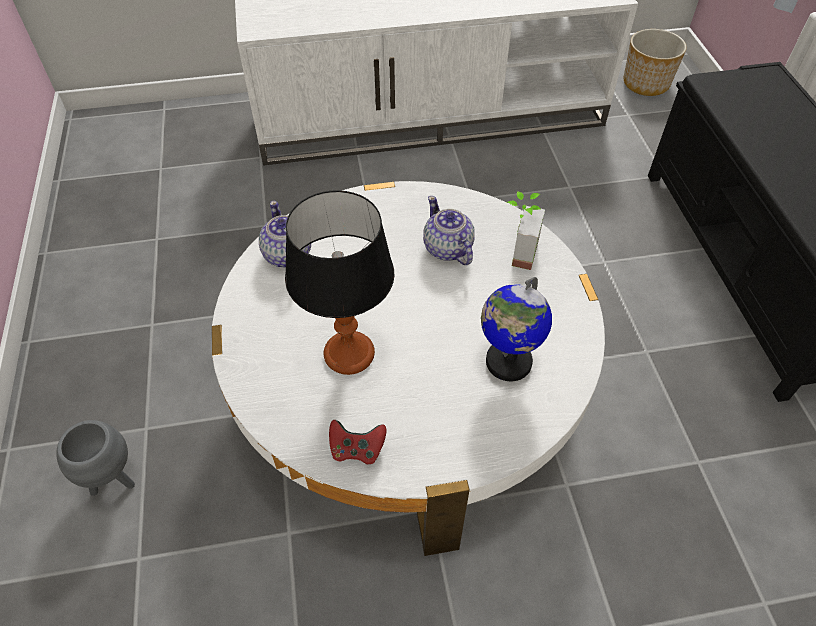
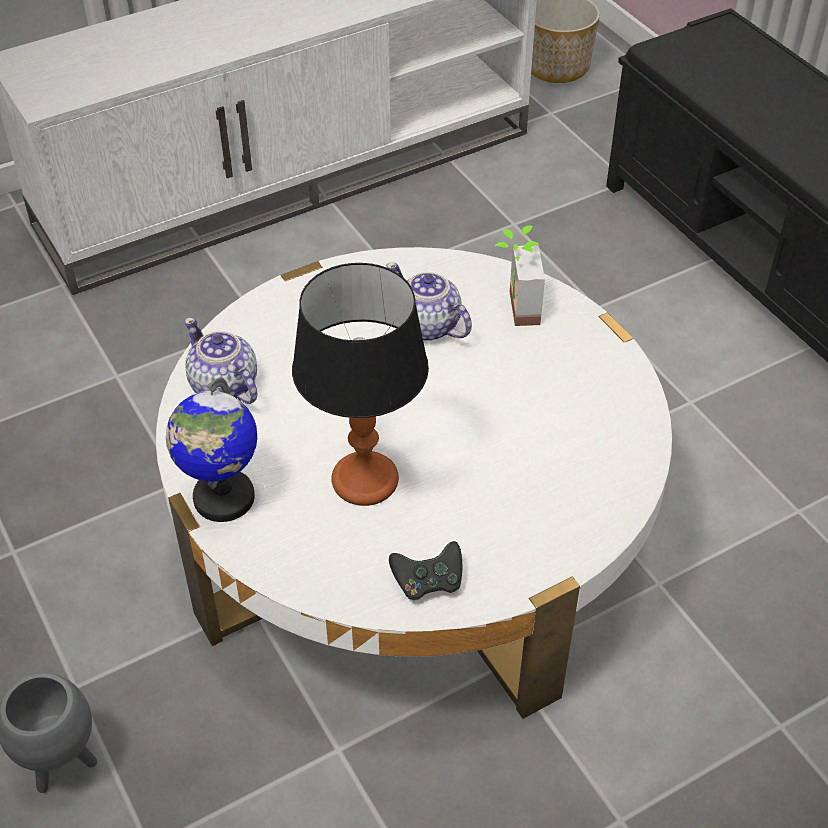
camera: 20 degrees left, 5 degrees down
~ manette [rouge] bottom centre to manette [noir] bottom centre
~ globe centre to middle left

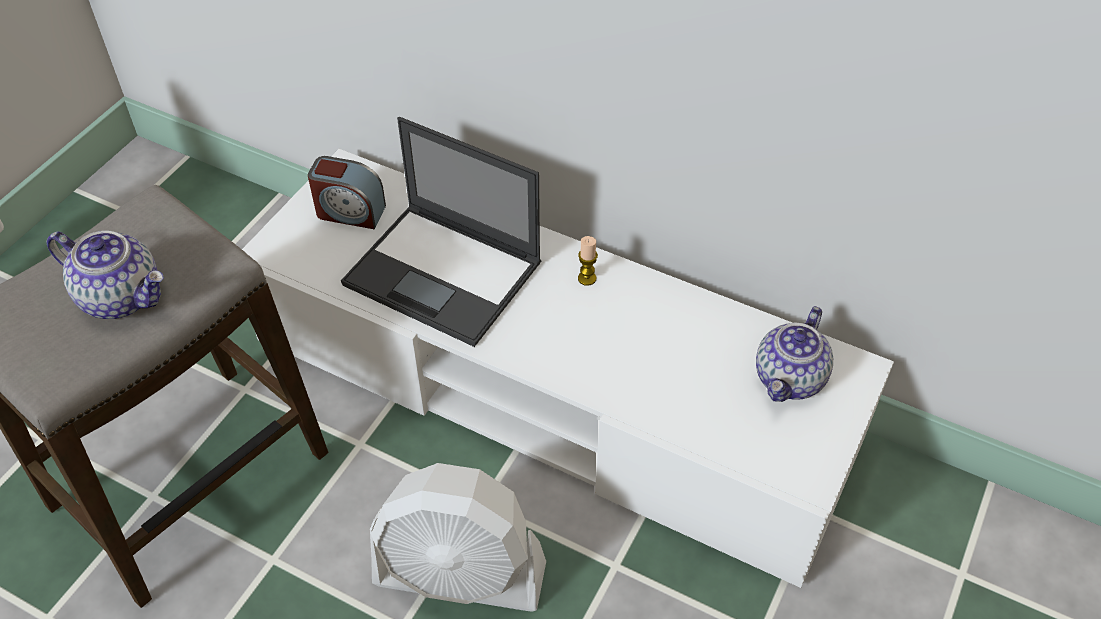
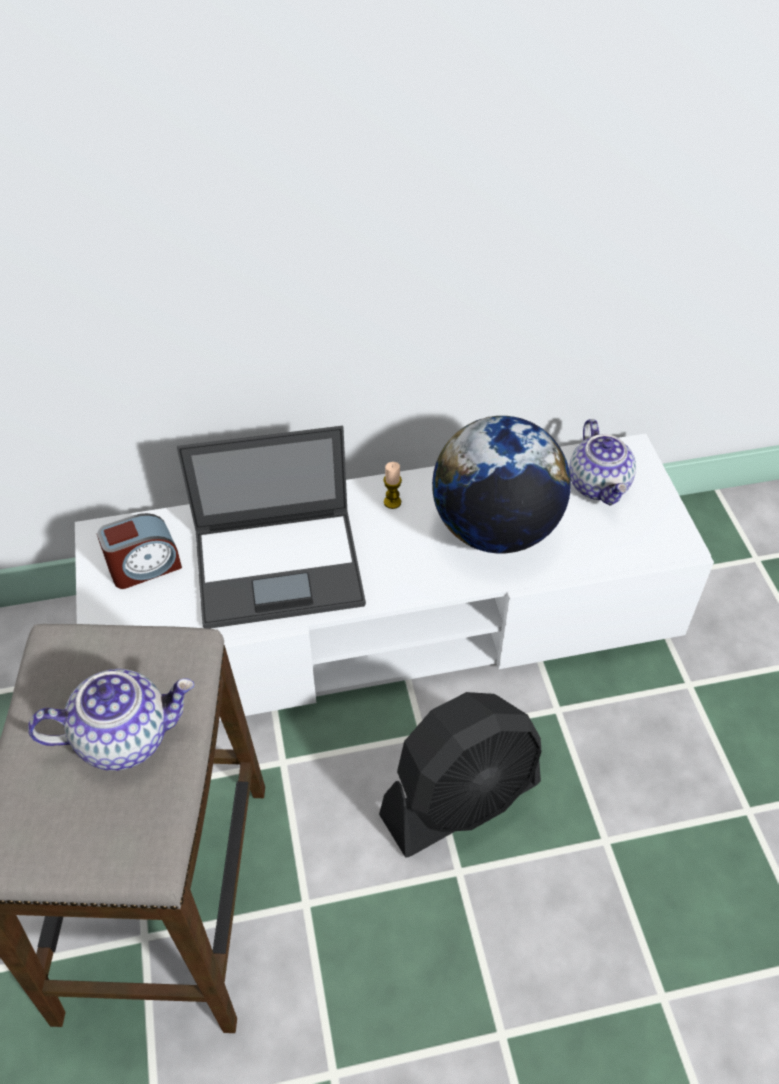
camera: 40 degrees left, 0 degrees up
~ ventilateur [blanc] bottom centre to ventilateur [noir] bottom centre
+ globe centre

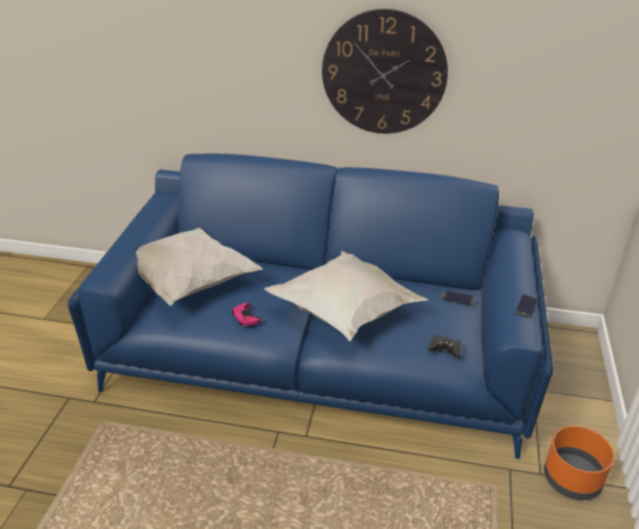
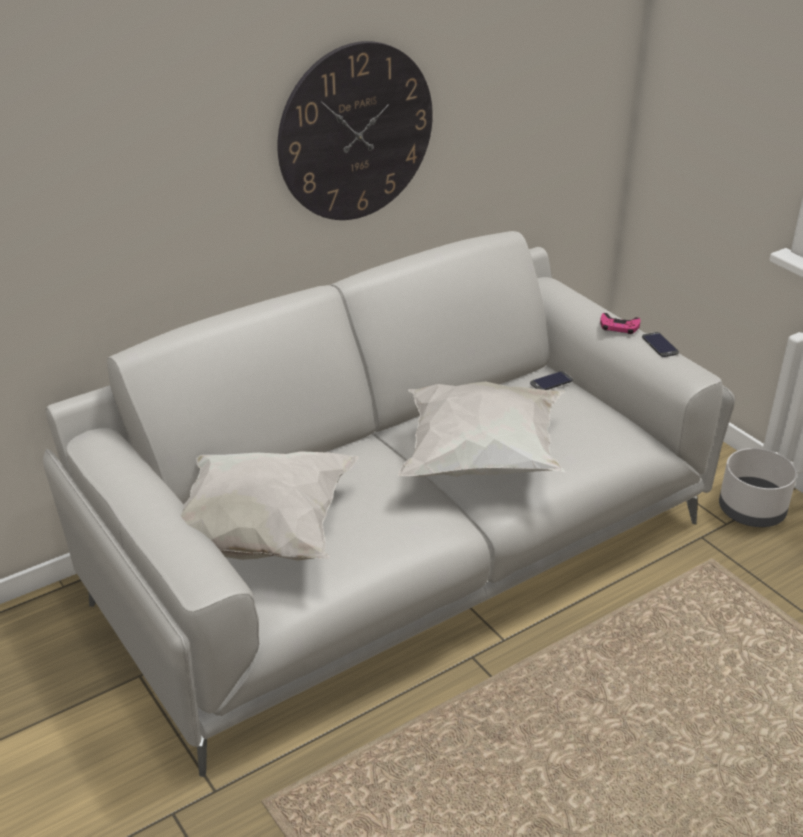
camera: 45 degrees left, 0 degrees up
~ canapé [bleu] centre to canapé [gris] centre
~ manette [rose] centre to middle right
- manette [noir] middle right
~ cache-pot [orange] bottom right to cache-pot [gris] middle right

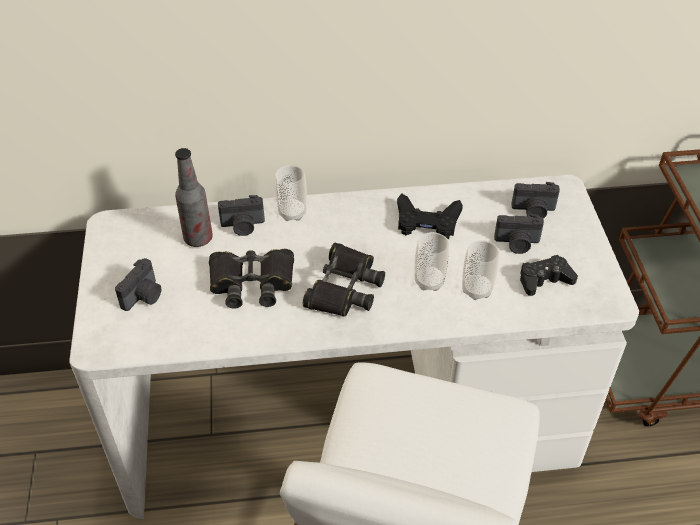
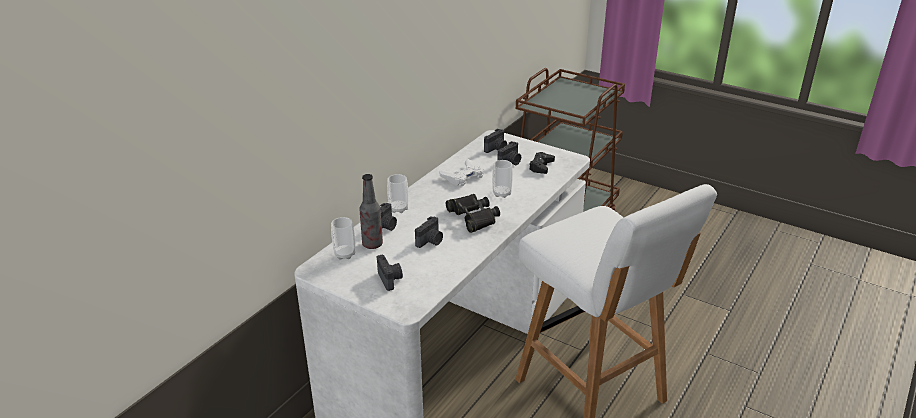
camera: 50 degrees left, 15 degrees down
~ jumelles [noir] (no. 1 from left) centre to appareil photo (no. 3 from left) centre
~ manette [noir] (no. 1 from left) centre to manette [blanc] centre
~ tasse (no. 3 from left in the first image) middle right to tasse (no. 1 from left) centre

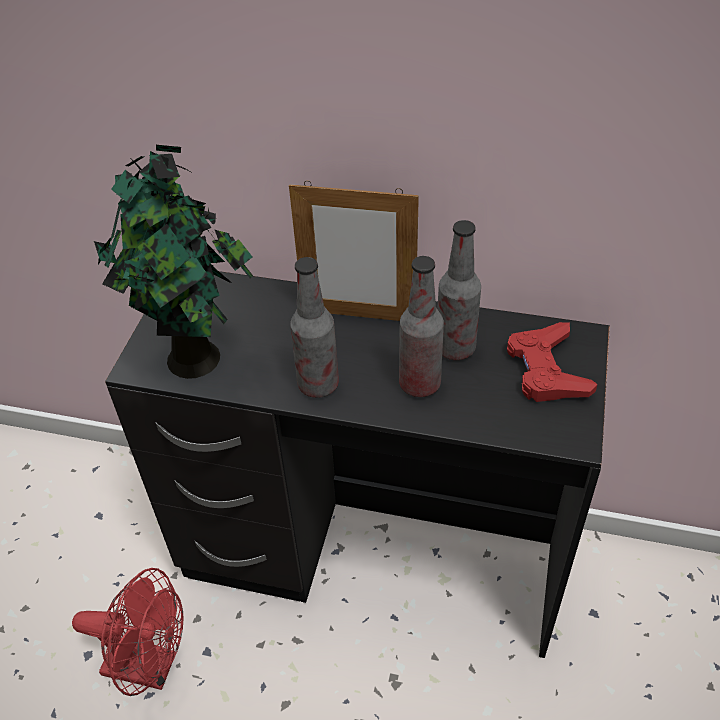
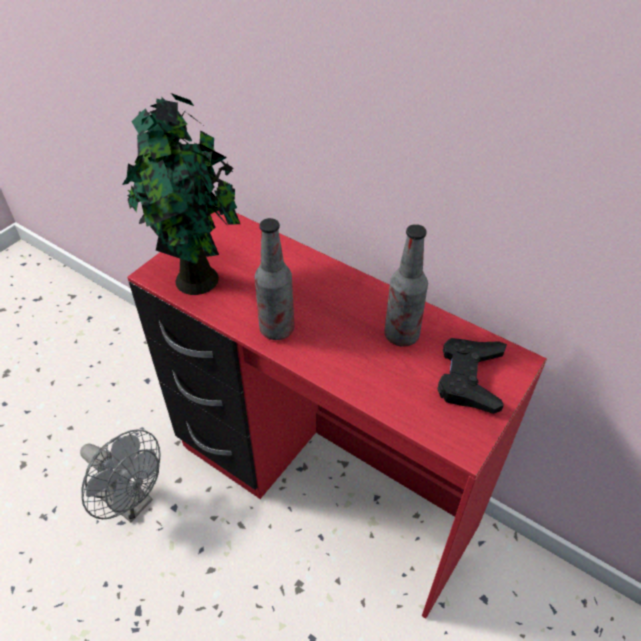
camera: 20 degrees right, 0 degrees up
~ ventilateur [rouge] bottom left to ventilateur [gris] bottom left
~ bureau [noir] centre to bureau [rouge] centre
- cadre photo centre
- bouteille (no. 2 from left) centre
~ manette [rouge] middle right to manette [noir] middle right

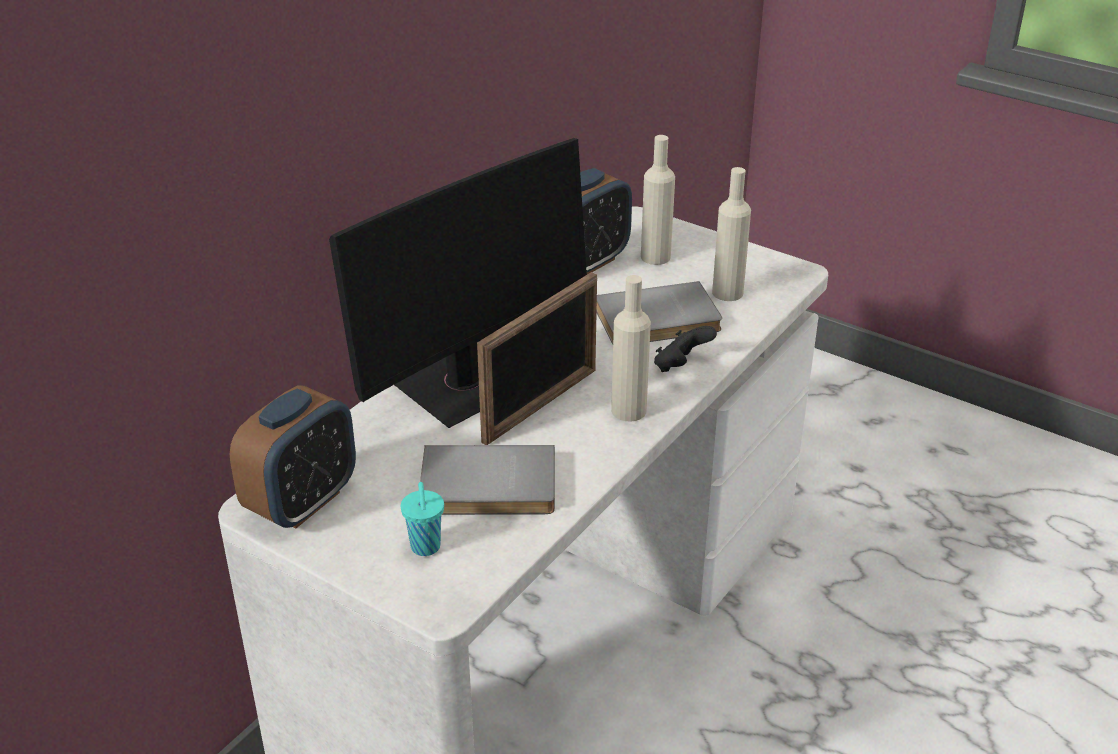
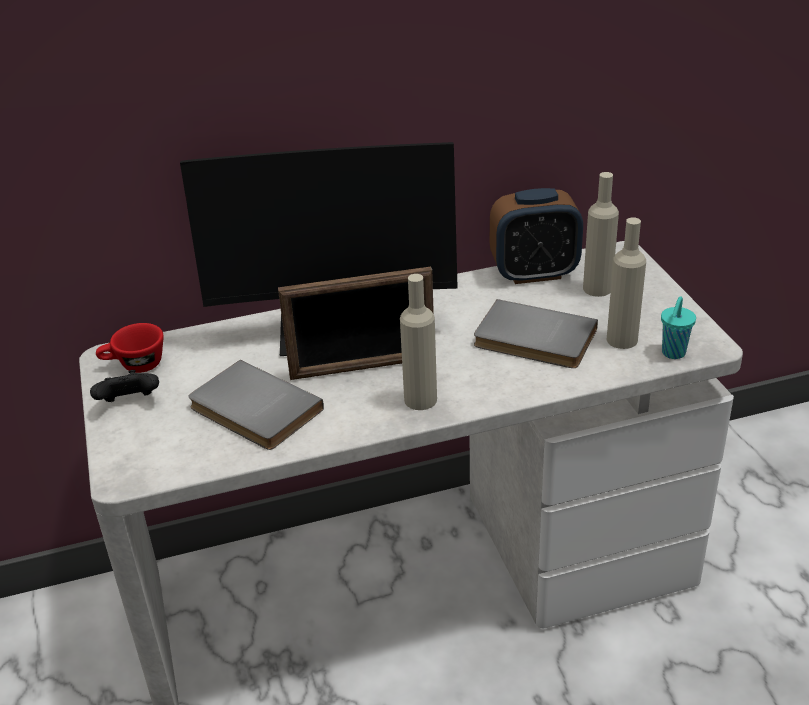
camera: 40 degrees right, 0 degrees up
~ réveil (no. 1 from left) middle left to tasse [rouge] middle left
~ tasse [turquoise] bottom centre to middle right
~ manette [noir] centre to middle left

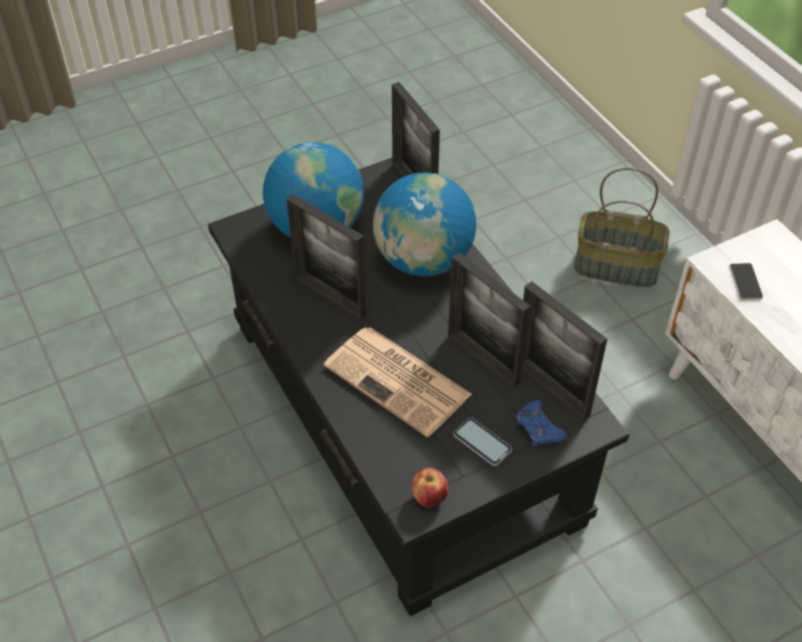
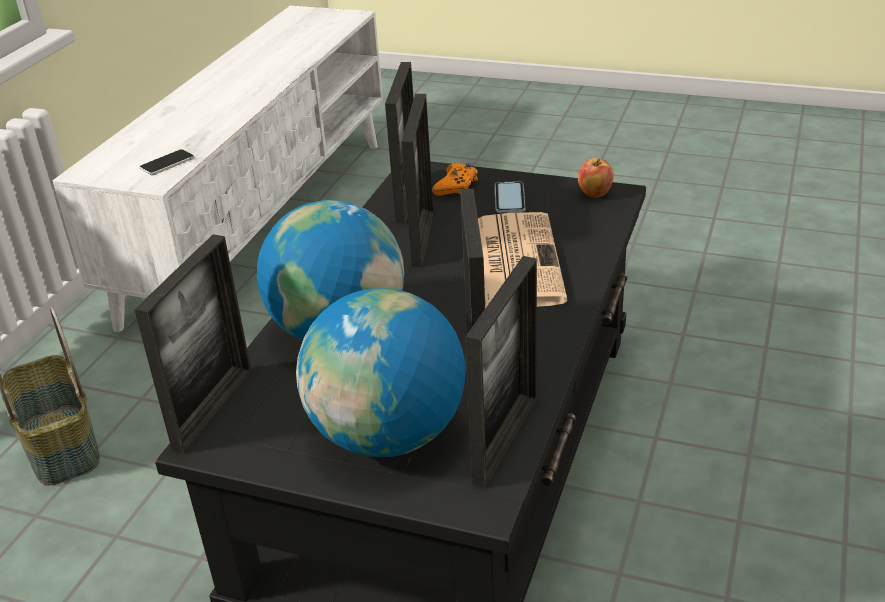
camera: 130 degrees left, 15 degrees down
~ manette [bleu] middle right to manette [orange] top centre
+ cadre photo (no. 5 from left) centre

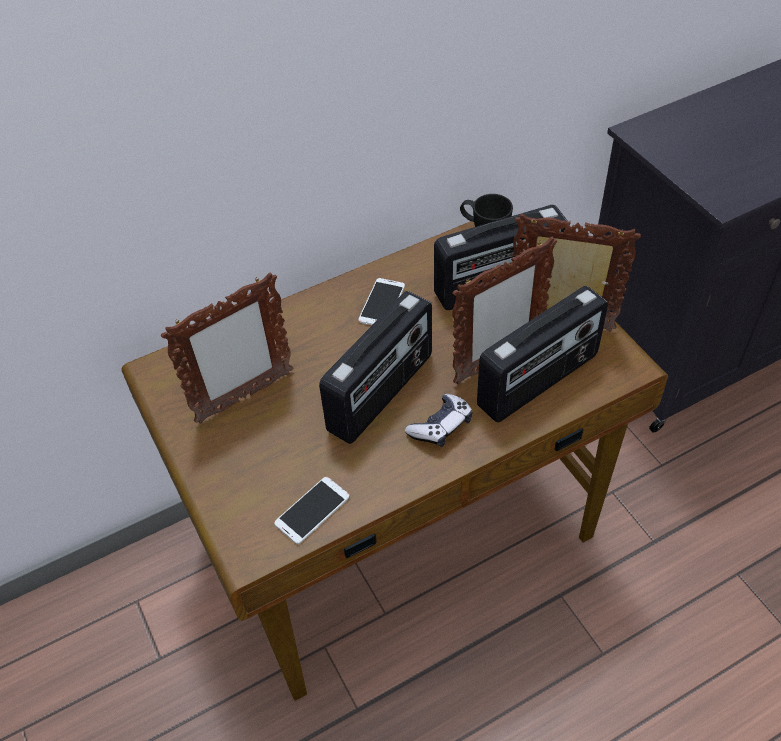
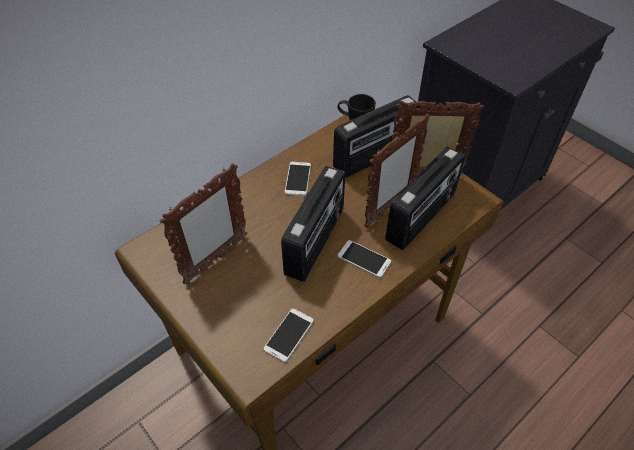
camera: 15 degrees left, 0 degrees up
~ manette centre to téléphone (no. 3 from left) centre

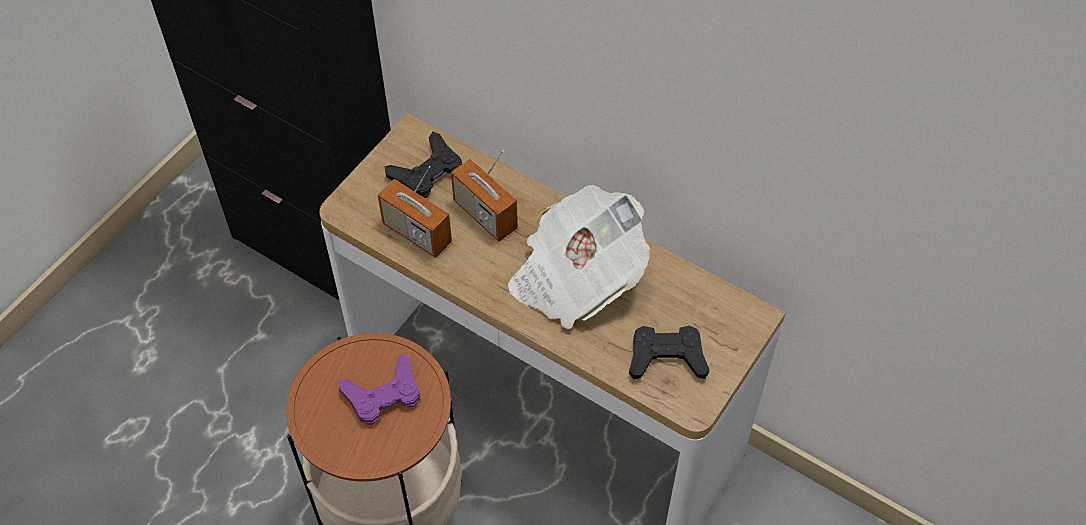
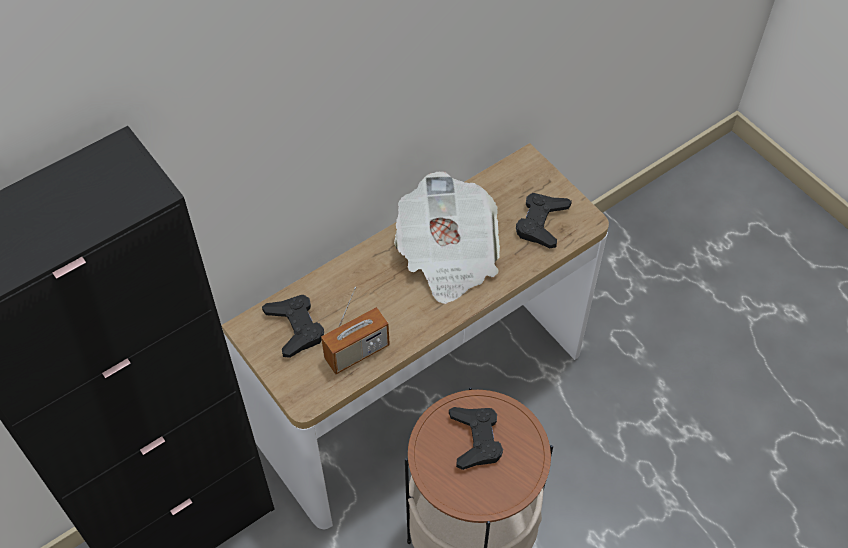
camera: 70 degrees left, 0 degrees up
~ manette [violet] bottom centre to manette [noir] (no. 2 from left) bottom centre
- radio (no. 2 from left) centre

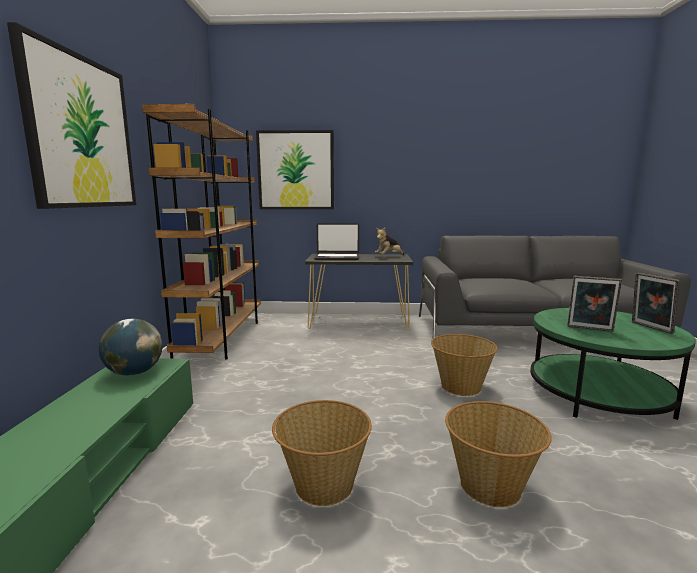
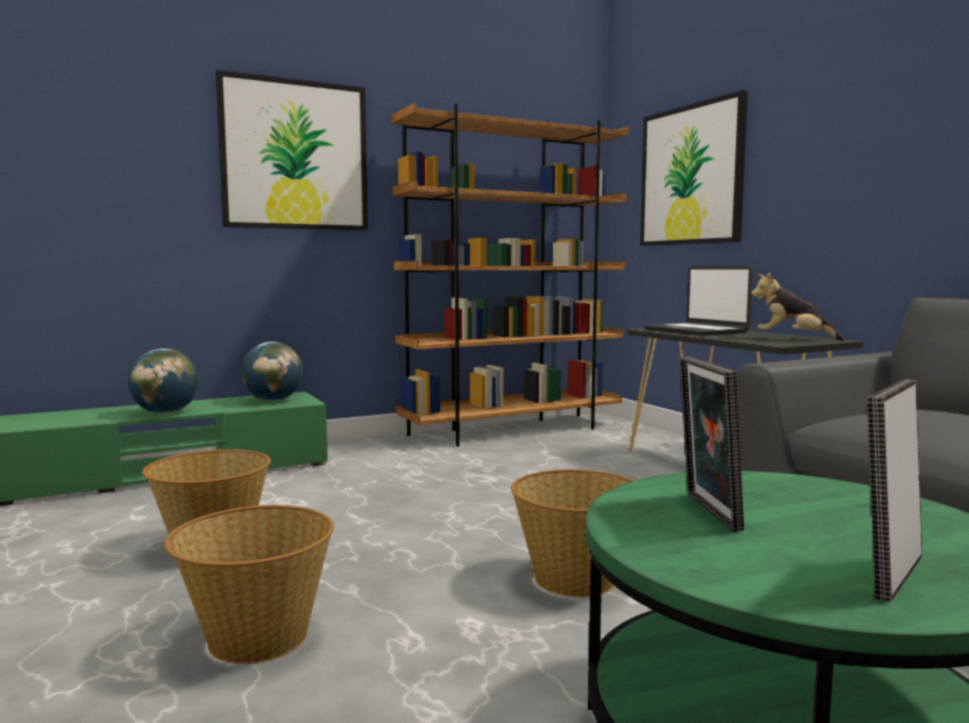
camera: 60 degrees right, 5 degrees down
+ globe (no. 1 from left) middle left

